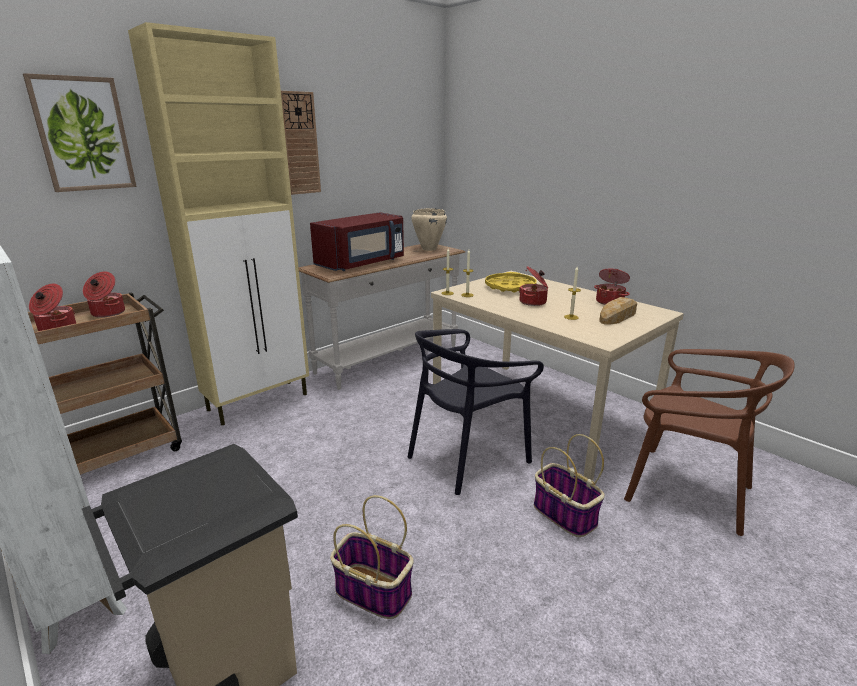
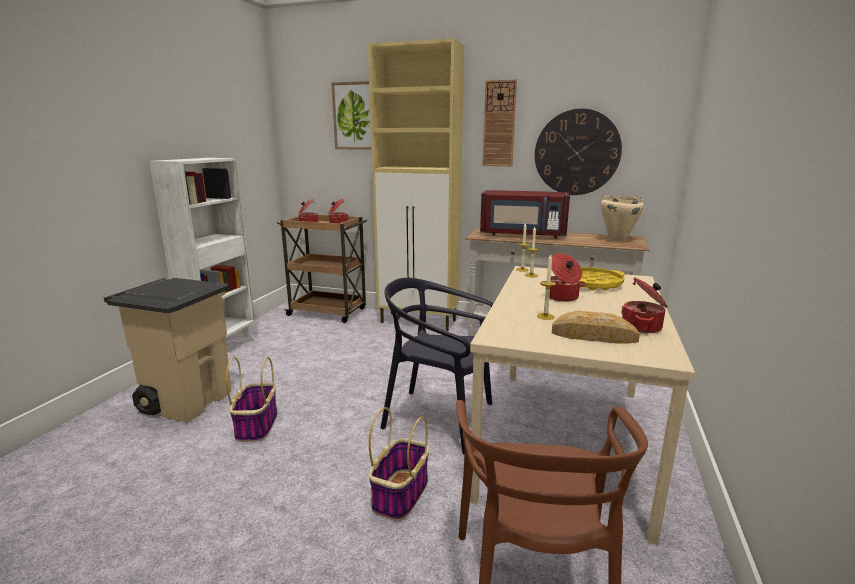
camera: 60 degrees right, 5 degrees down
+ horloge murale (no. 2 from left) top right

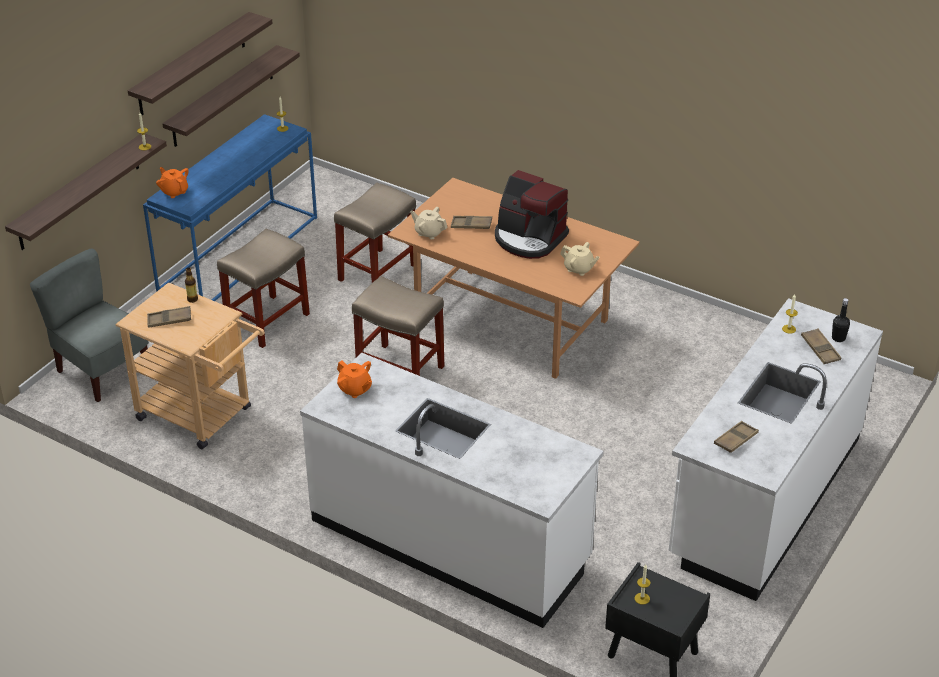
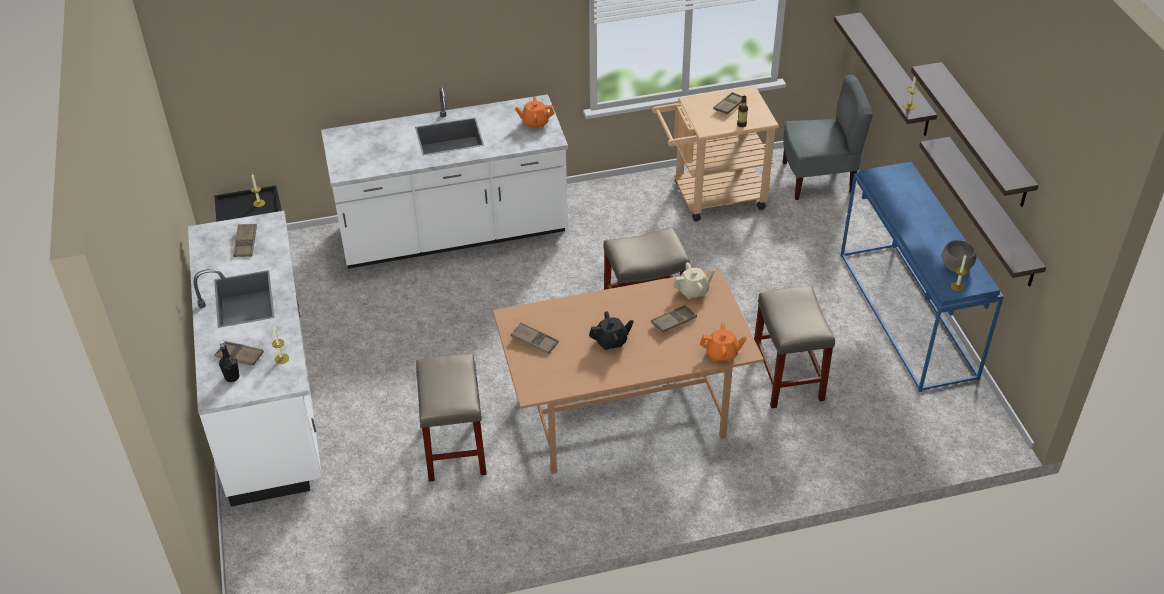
camera: 135 degrees right, 5 degrees up
~ théière [orange] (no. 1 from left in the first image) top left to théière [orange] (no. 2 from left) centre
~ tabouret [beige] (no. 1 from left) middle left to bottom centre
~ machine à café top centre to théière [noir] centre
~ théière [beige] (no. 2 from left) centre to plateau [marron] (no. 3 from left) centre
+ bol [gris] middle right

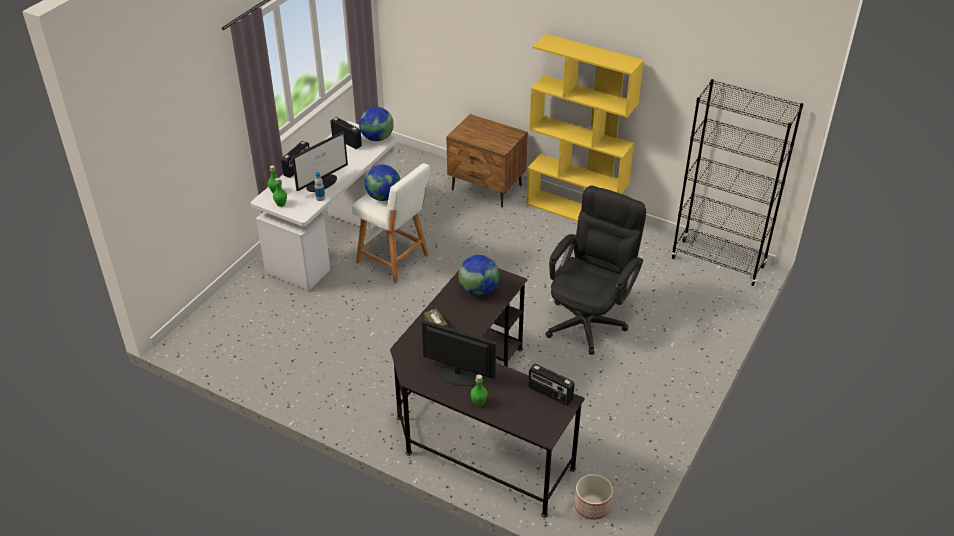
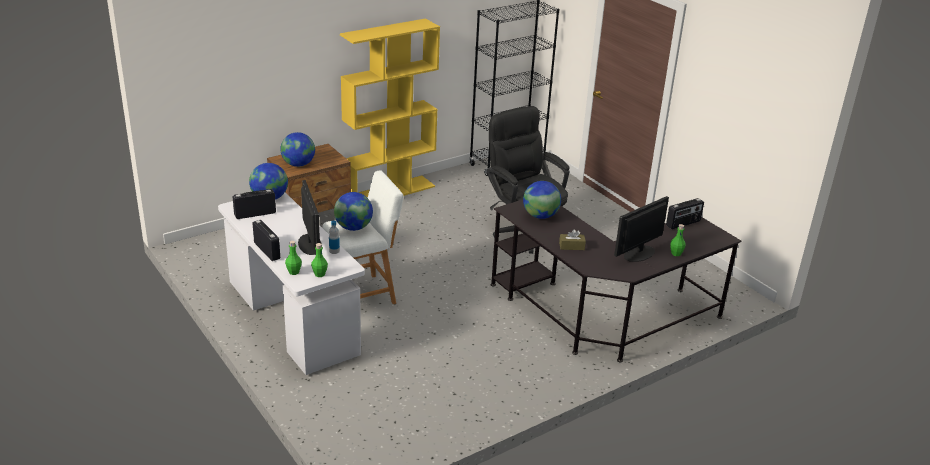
camera: 65 degrees left, 10 degrees down
- cache-pot bottom centre
+ globe (no. 2 from left) top left

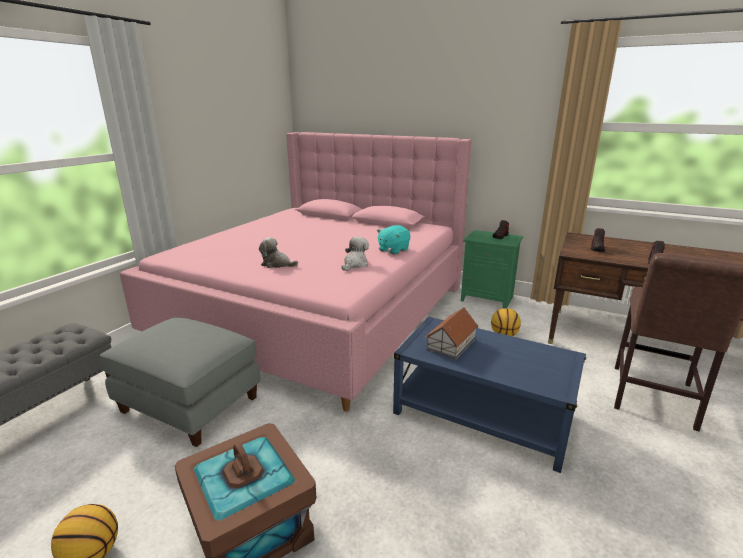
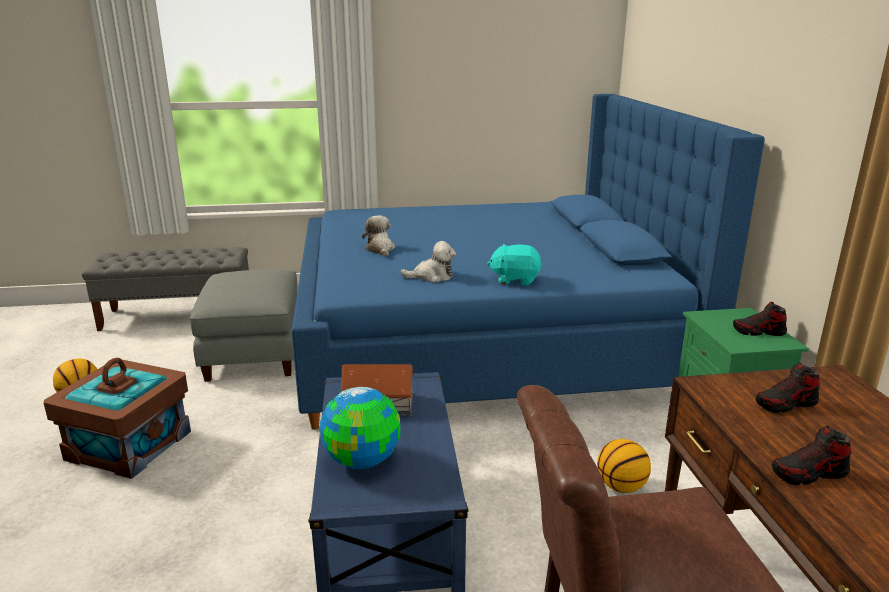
camera: 55 degrees right, 0 degrees up
~ lit [rose] centre to lit [bleu] centre
+ globe bottom centre

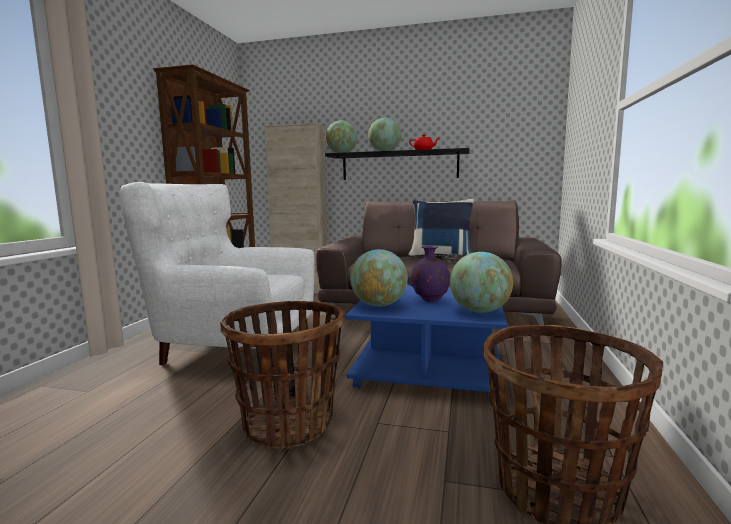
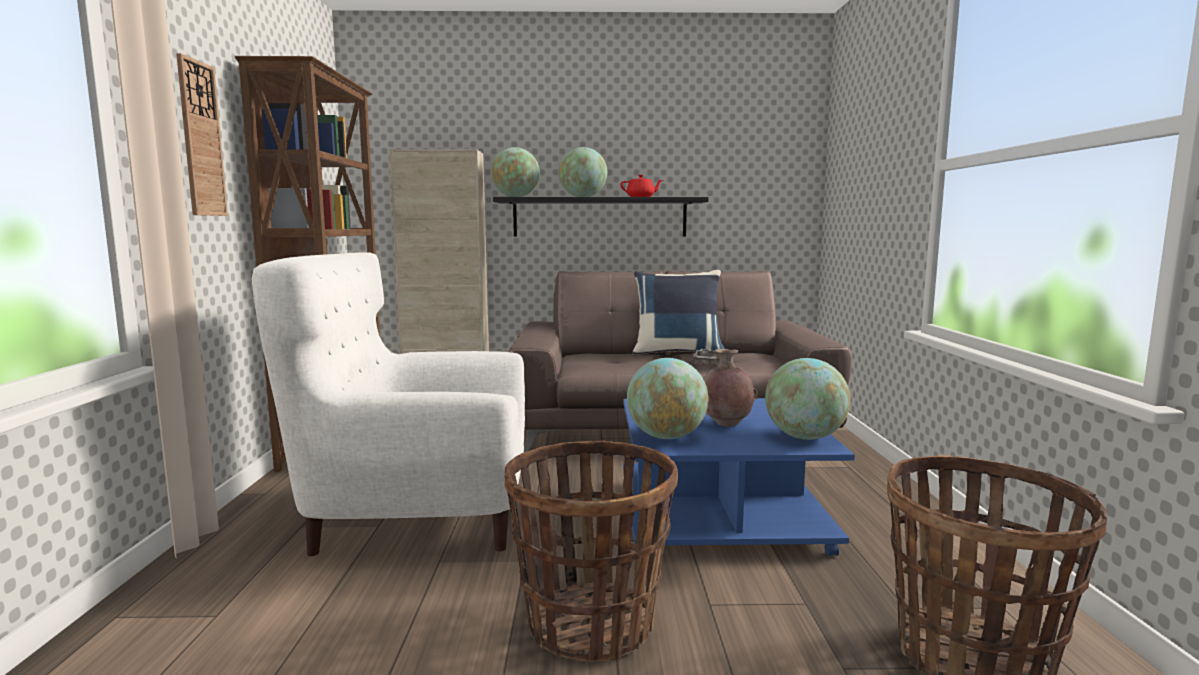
camera: 15 degrees left, 0 degrees up
~ vase [violet] centre to vase [marron] centre
+ horloge murale top left

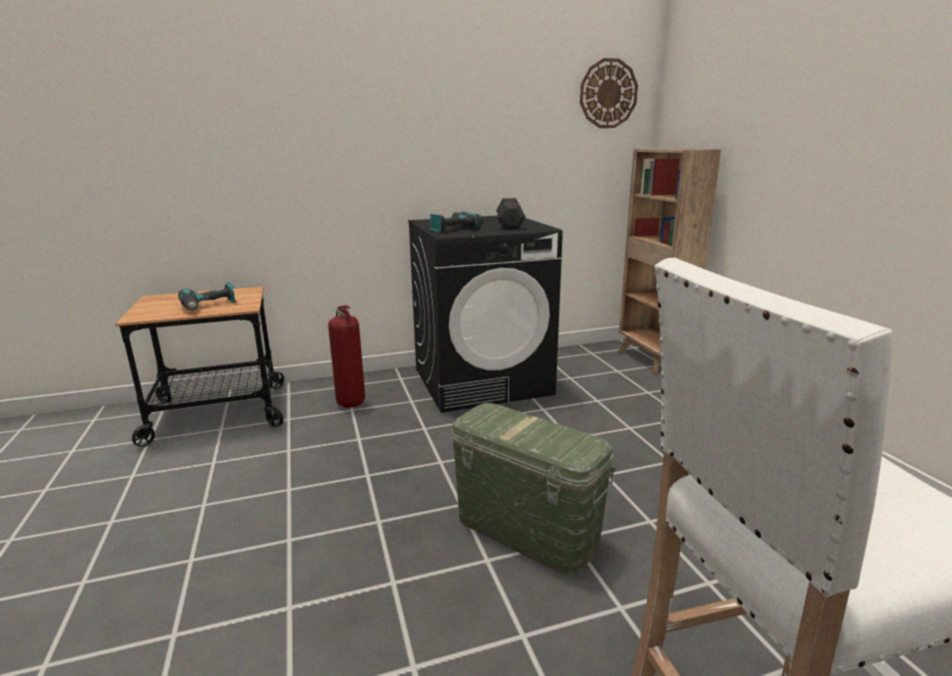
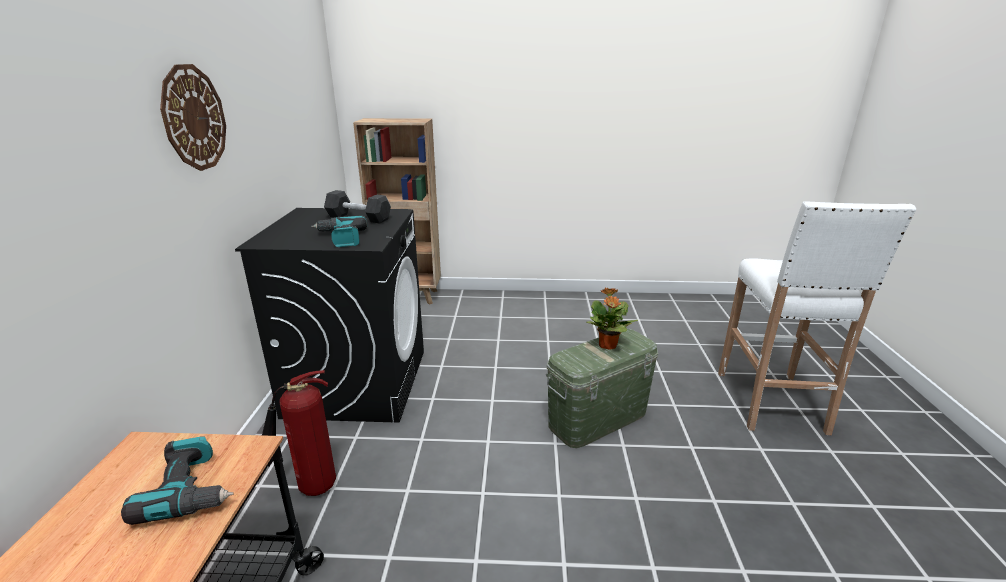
camera: 70 degrees left, 5 degrees up
~ horloge murale top centre to top left
+ plante en pot centre

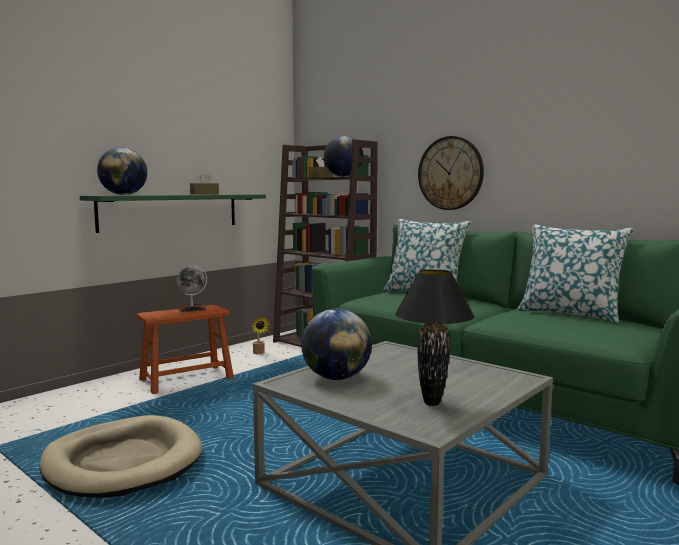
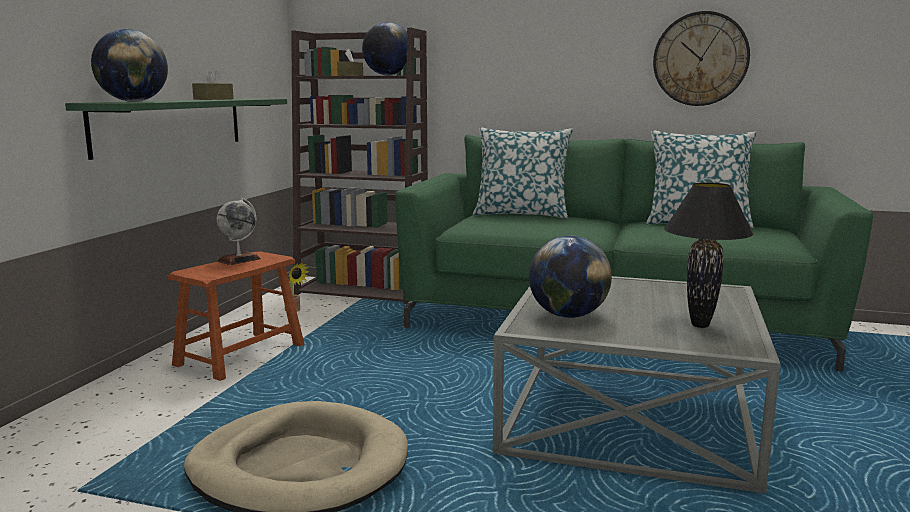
camera: 25 degrees left, 5 degrees up
~ horloge murale top centre to top right

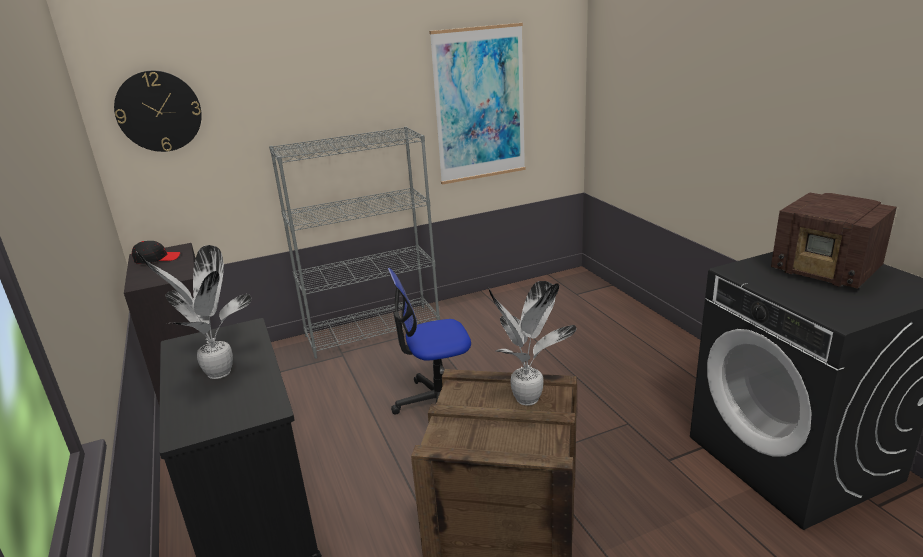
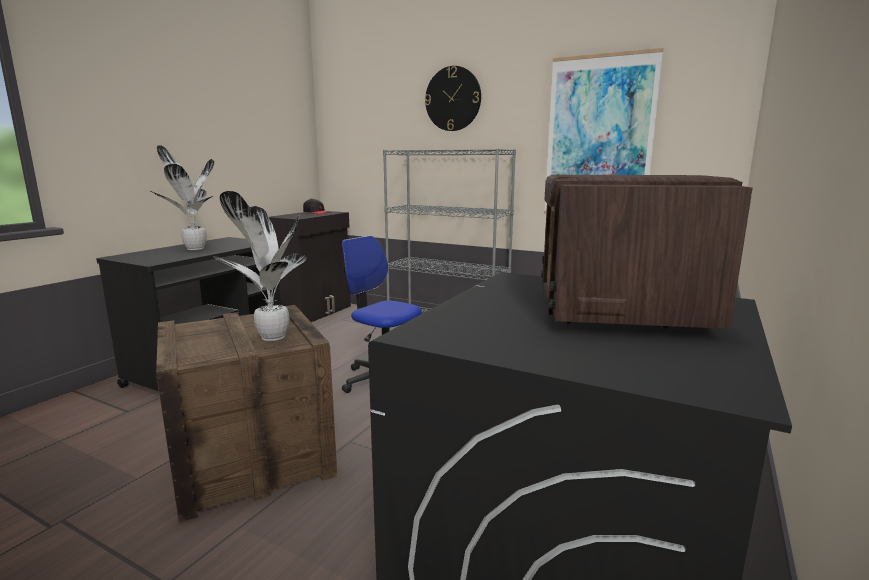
camera: 50 degrees right, 10 degrees down
~ horloge murale top left to top centre

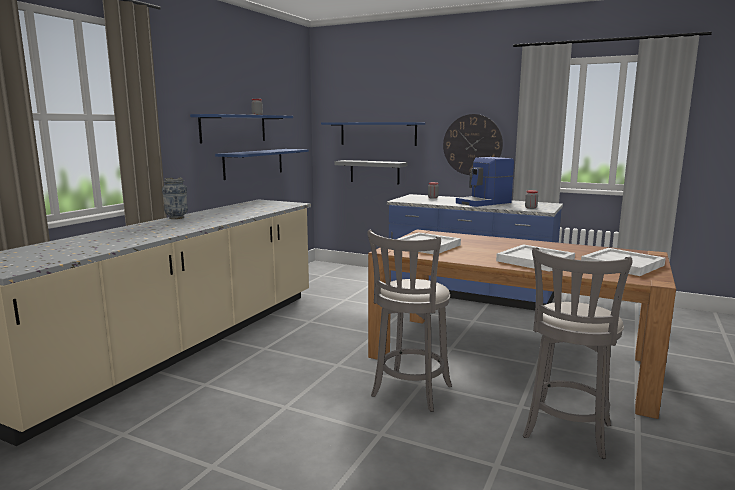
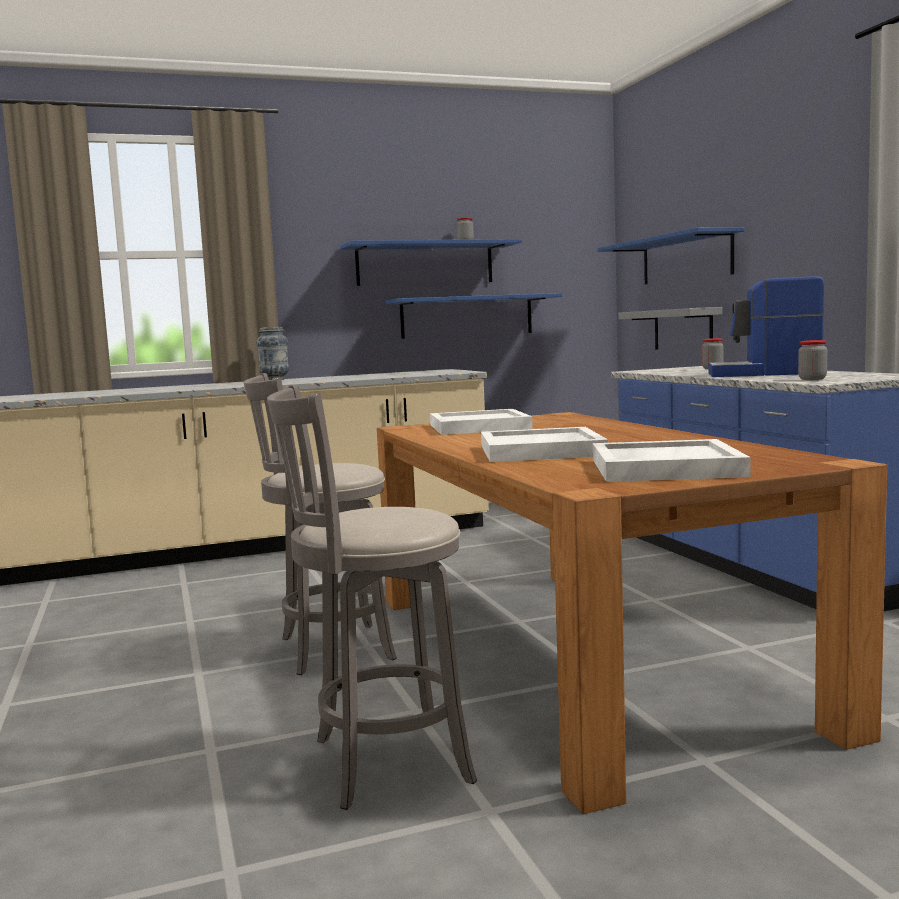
camera: 45 degrees right, 5 degrees down
- horloge murale top centre

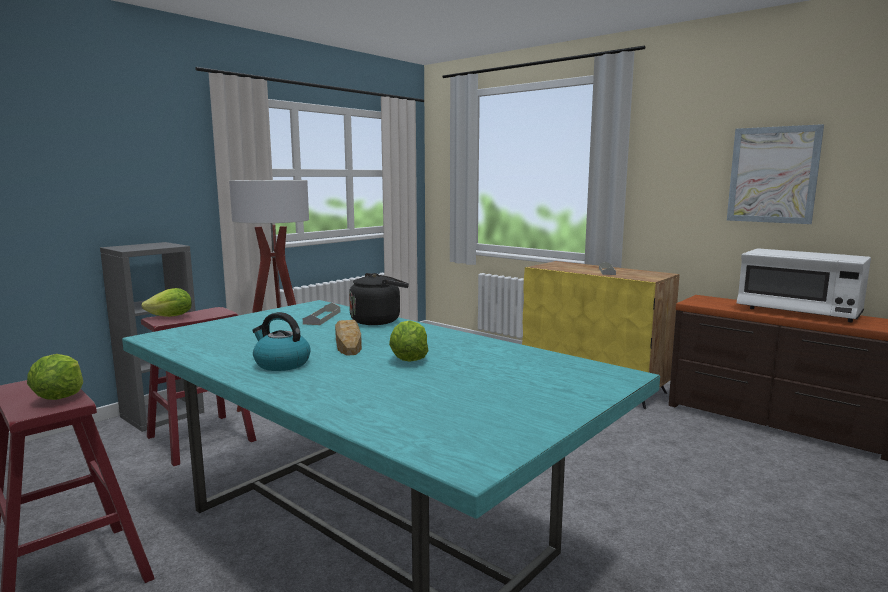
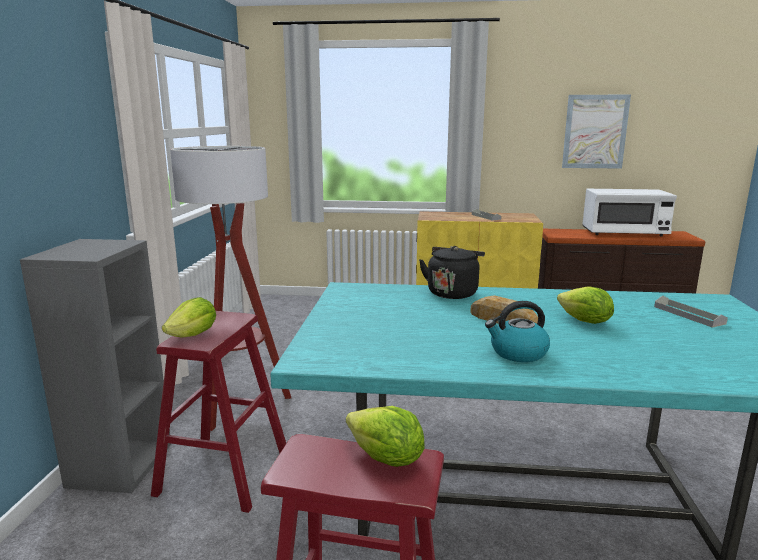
camera: 35 degrees left, 5 degrees up
~ plateau [gris] (no. 1 from left in the first image) centre to plateau [gris] (no. 2 from left) middle right

